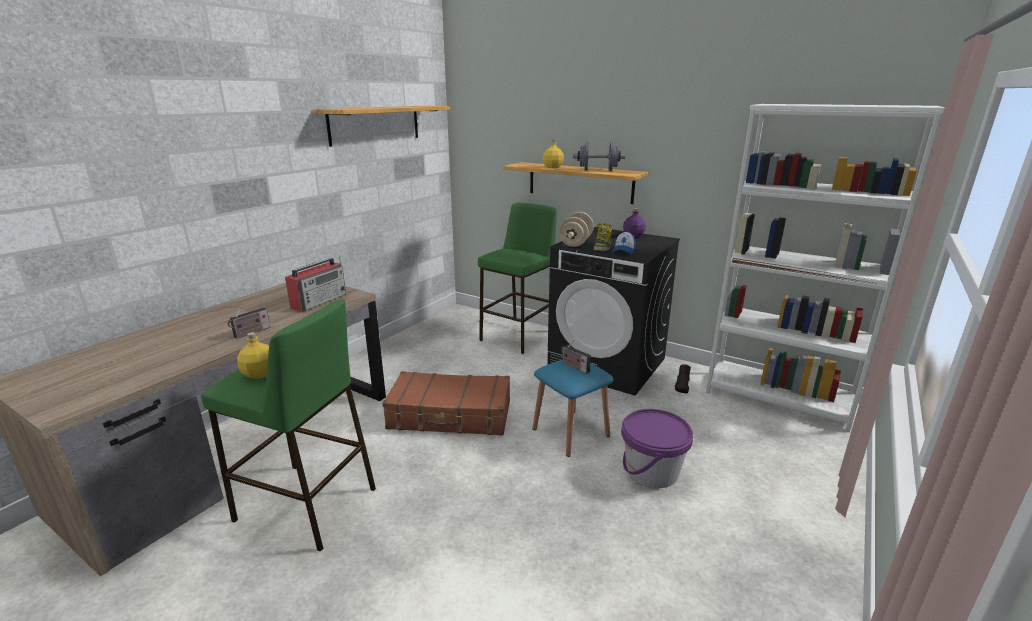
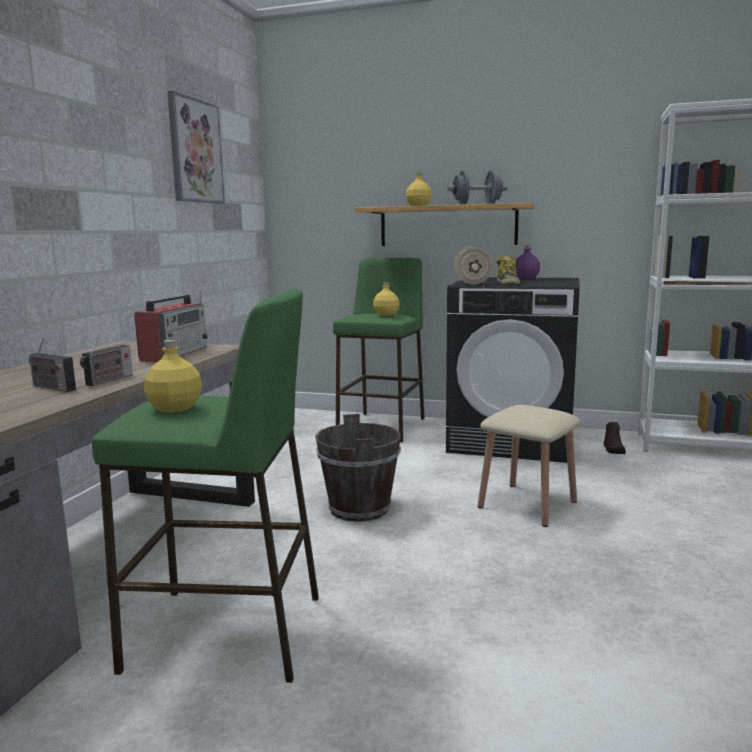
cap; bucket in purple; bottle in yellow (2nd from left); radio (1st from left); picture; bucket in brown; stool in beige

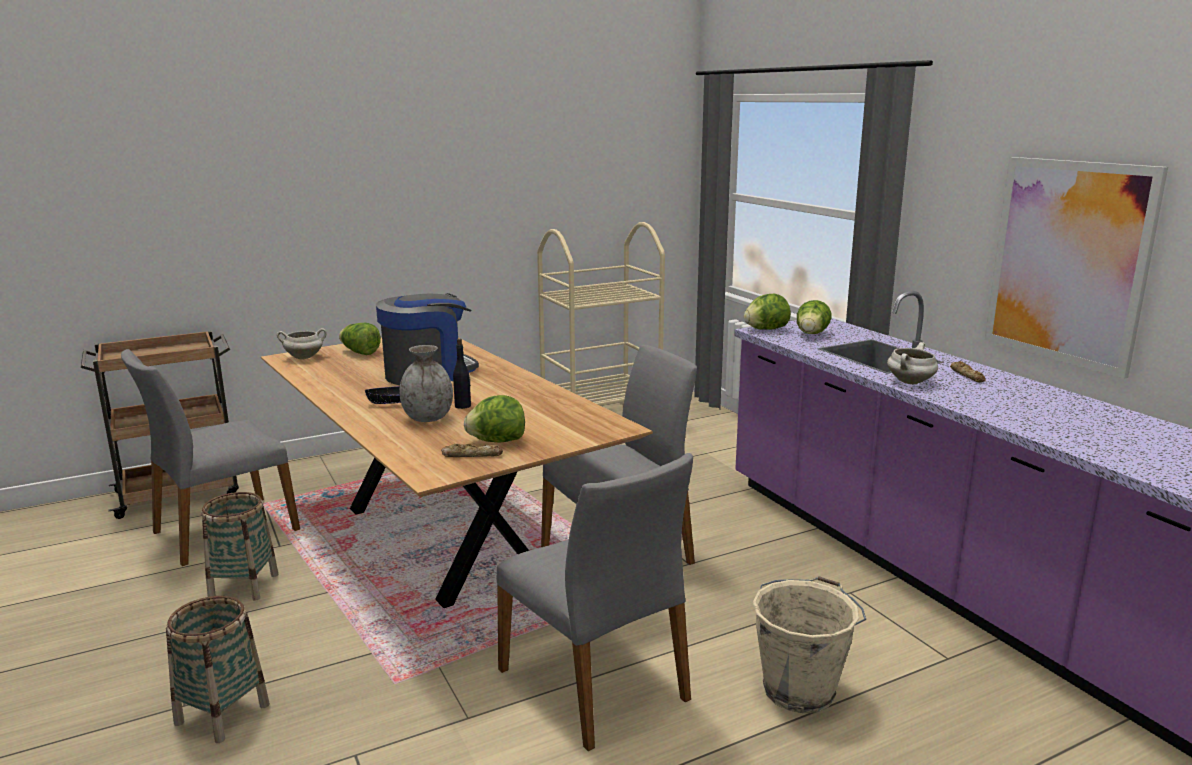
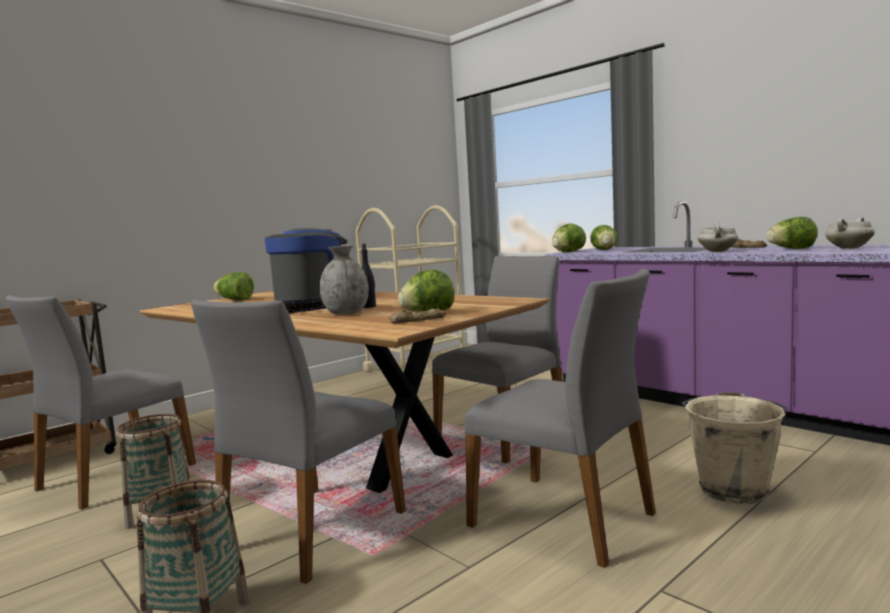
picture; chair in grey (2nd from left); lettuce (5th from left); cooking pot in white (2nd from left)

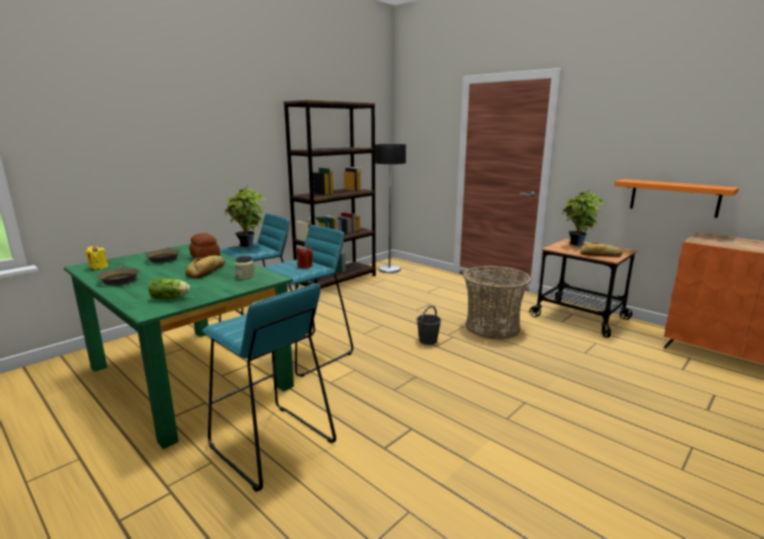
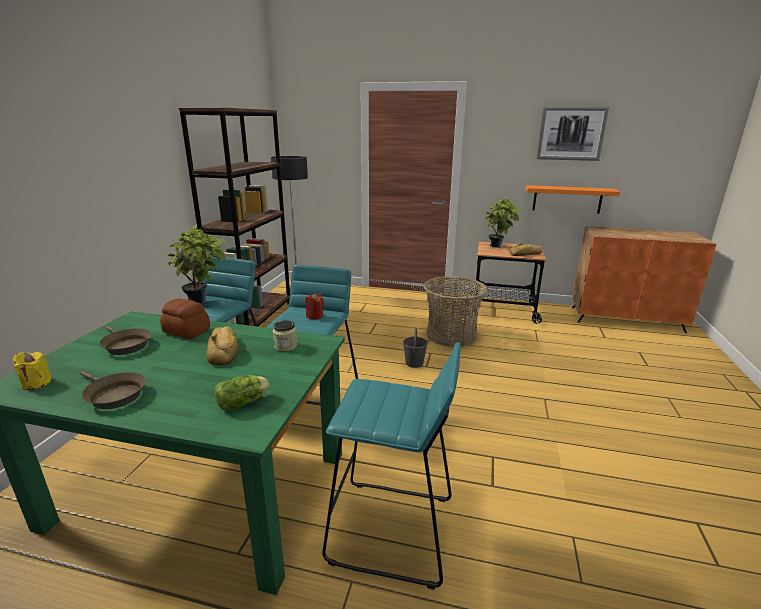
picture

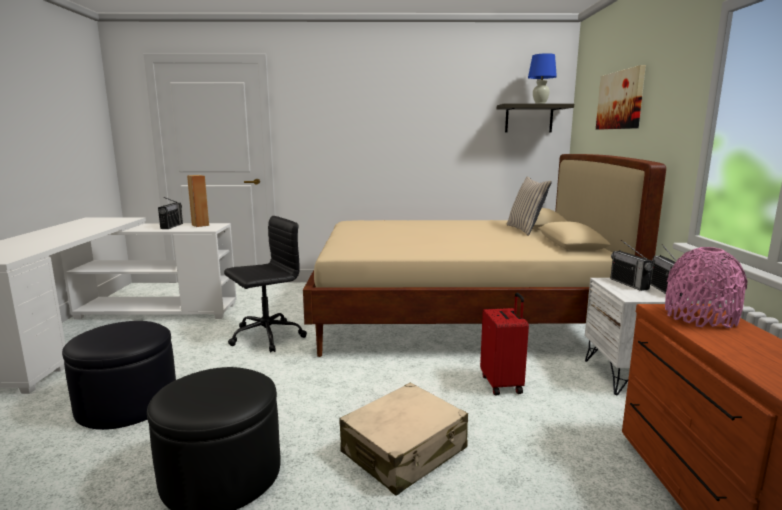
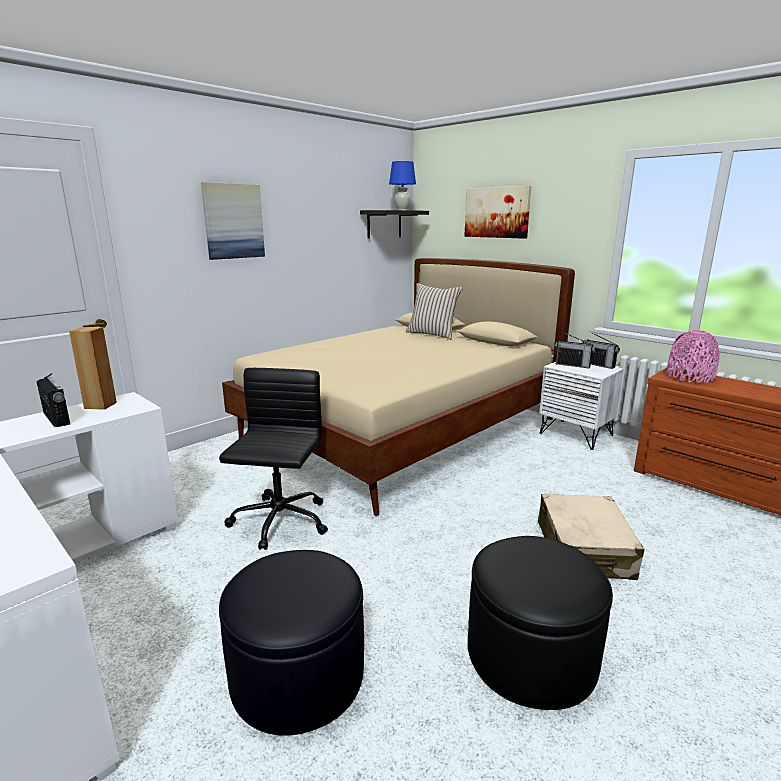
suitcase in red; picture (1st from left)

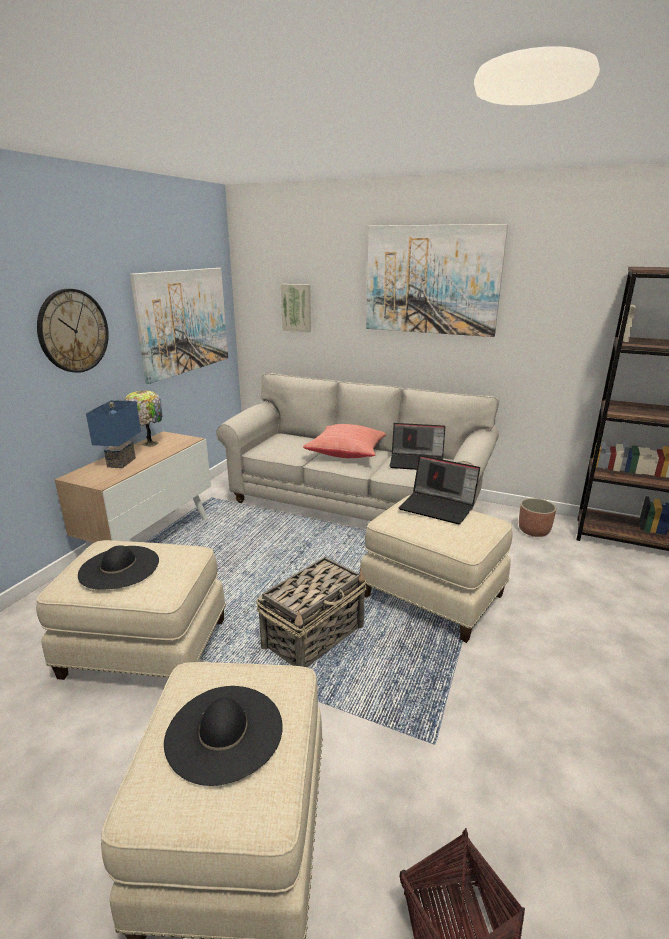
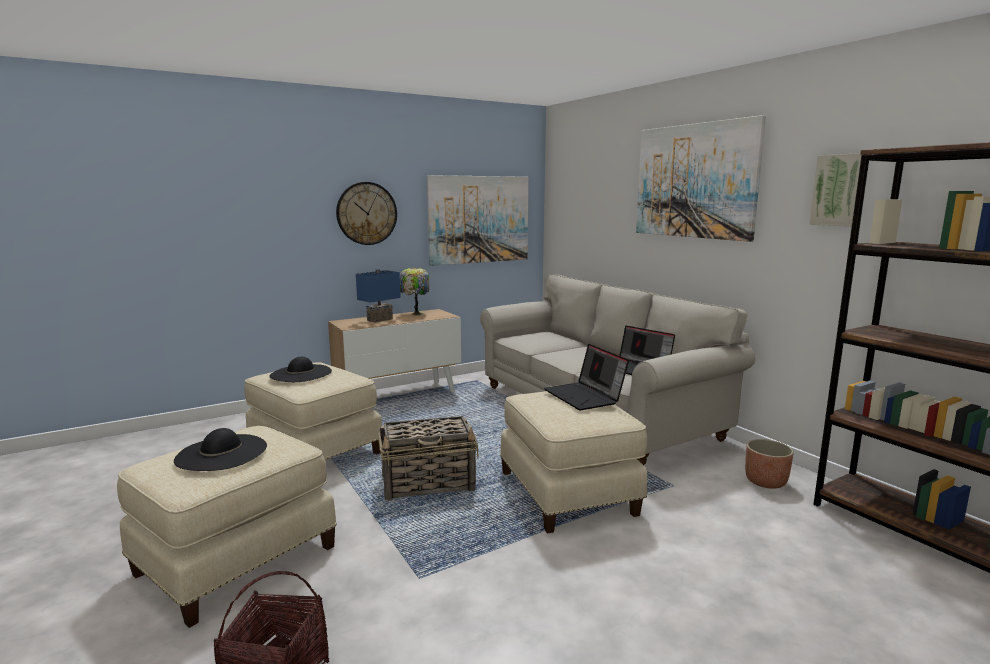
pillow in red; picture (3rd from left)

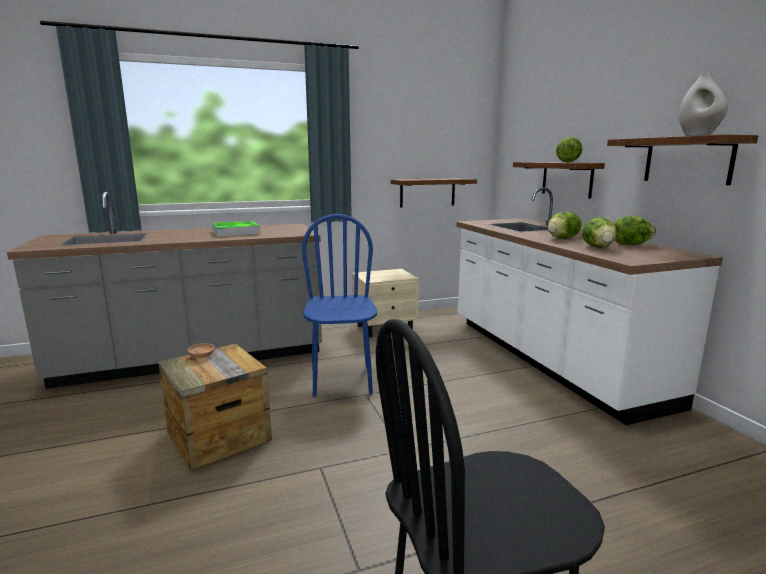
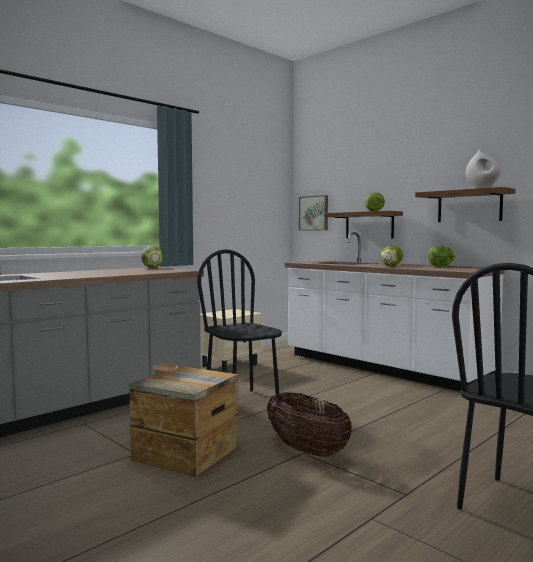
tray; shelf (1st from left in the first image); basket; picture; lettuce (1st from left); chair in black (1st from left)

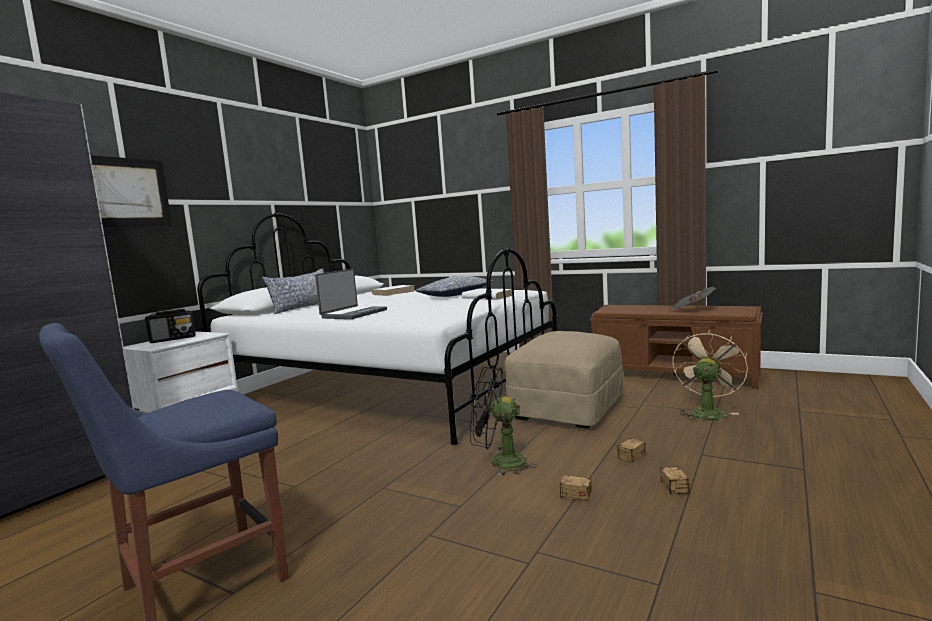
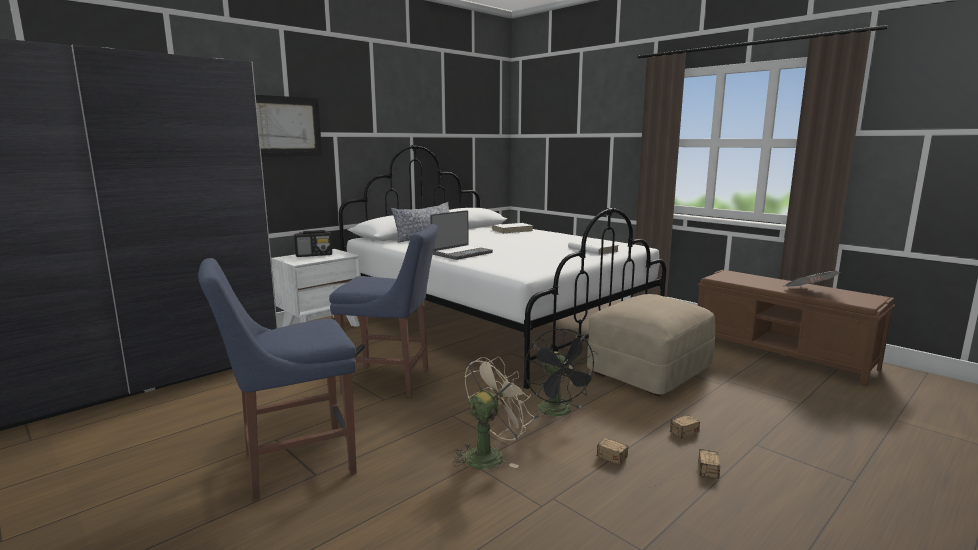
pillow (2nd from left in the first image); chair in blue (2nd from left); fan in beige; fan in black

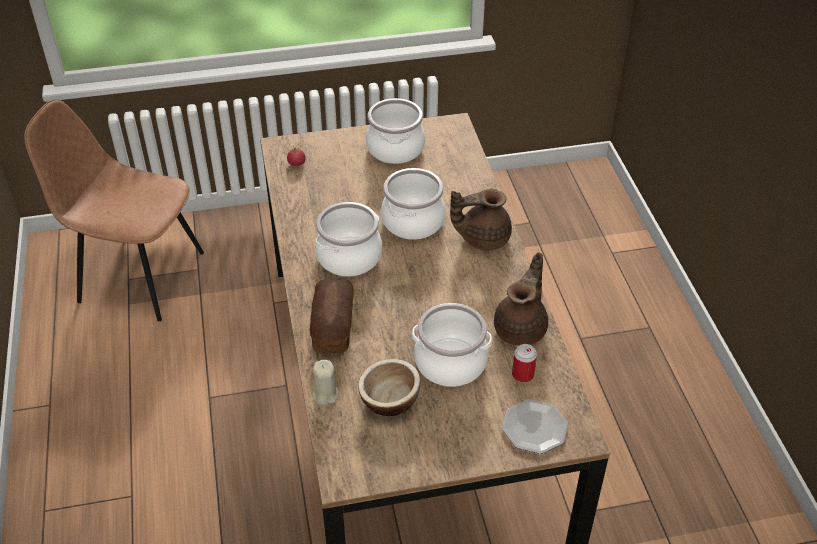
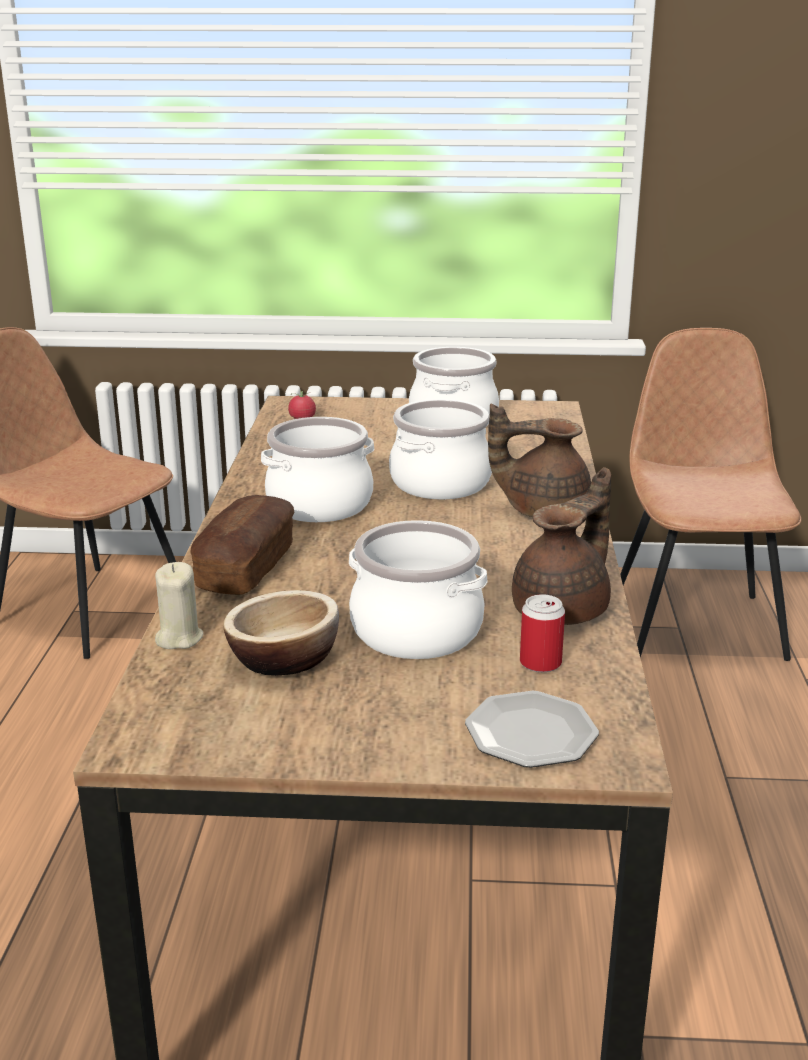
chair in brown (2nd from left)

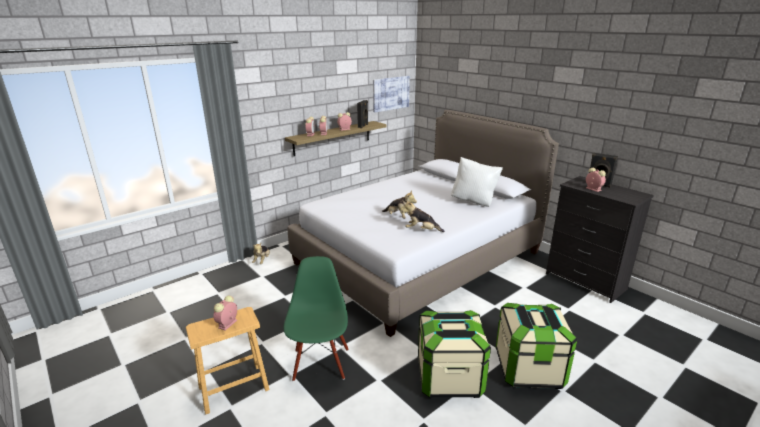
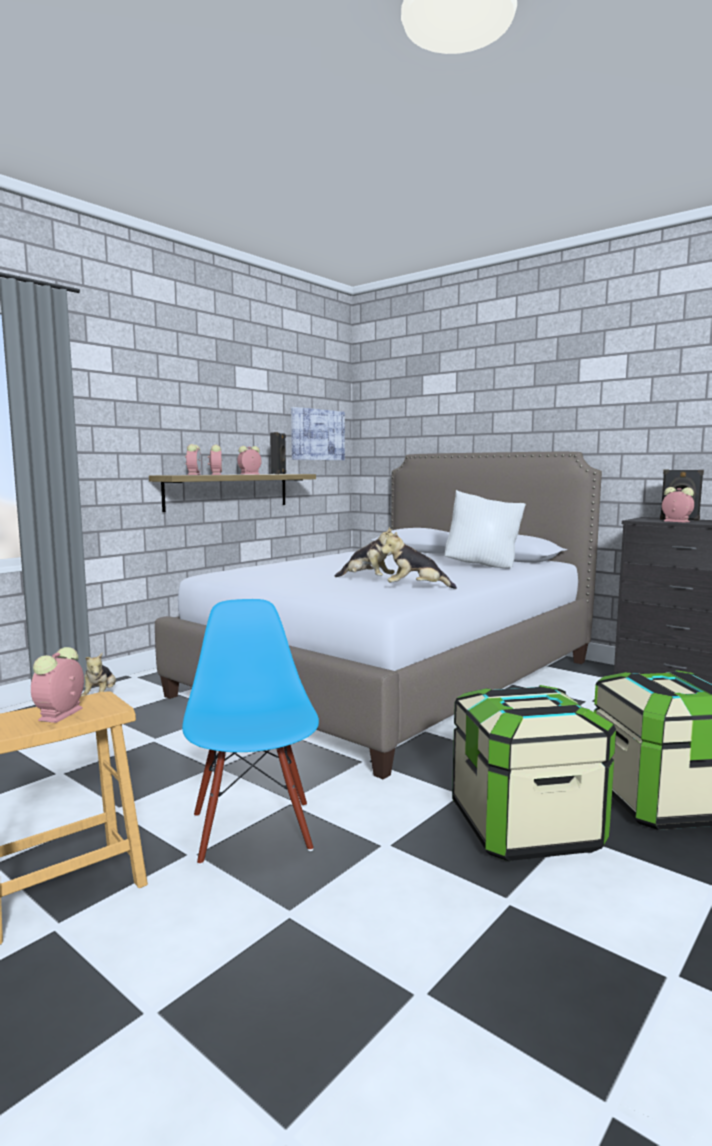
chair in blue

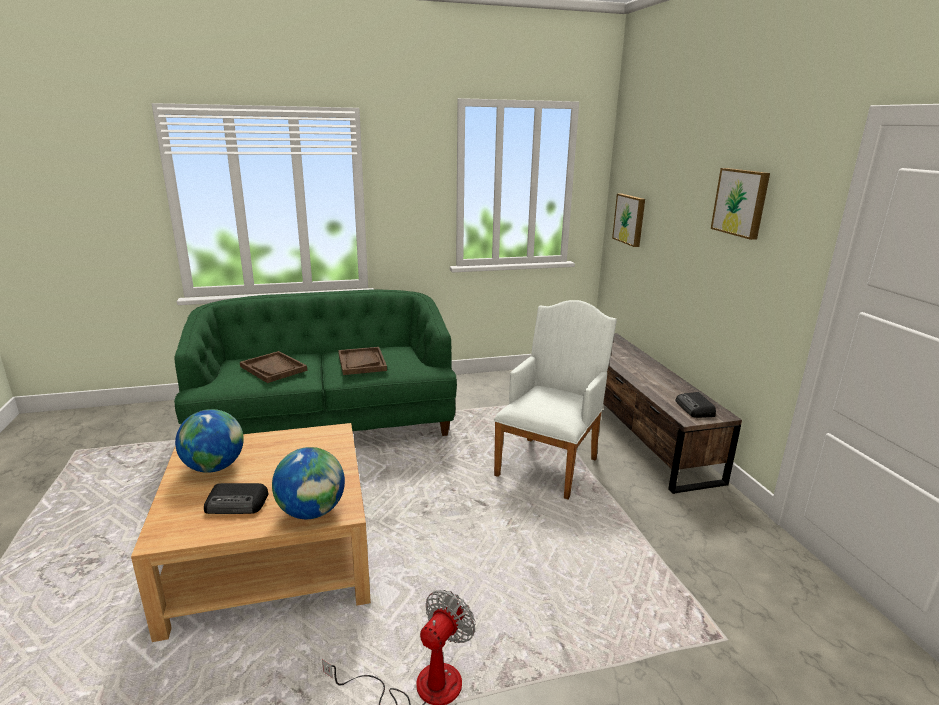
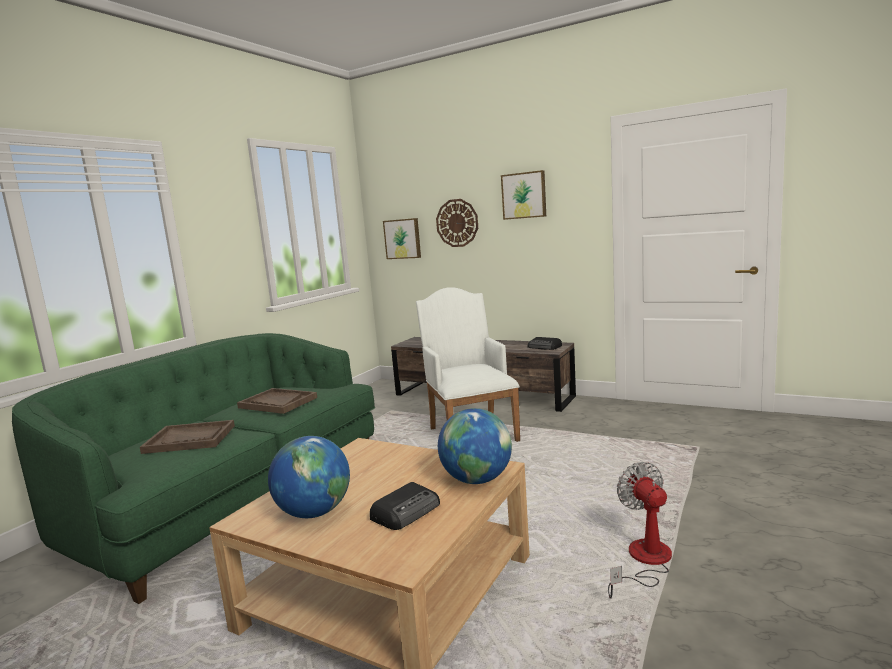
wall clock

